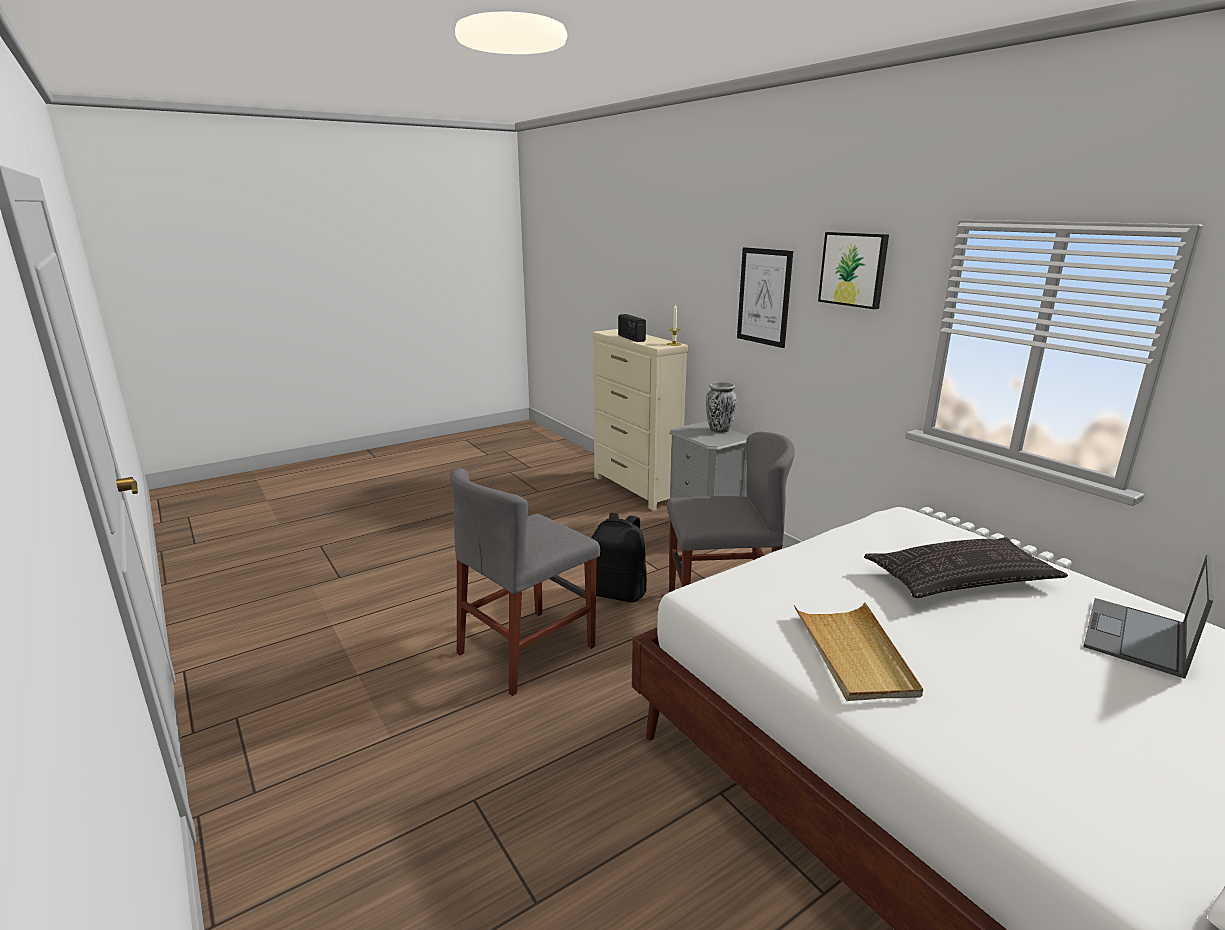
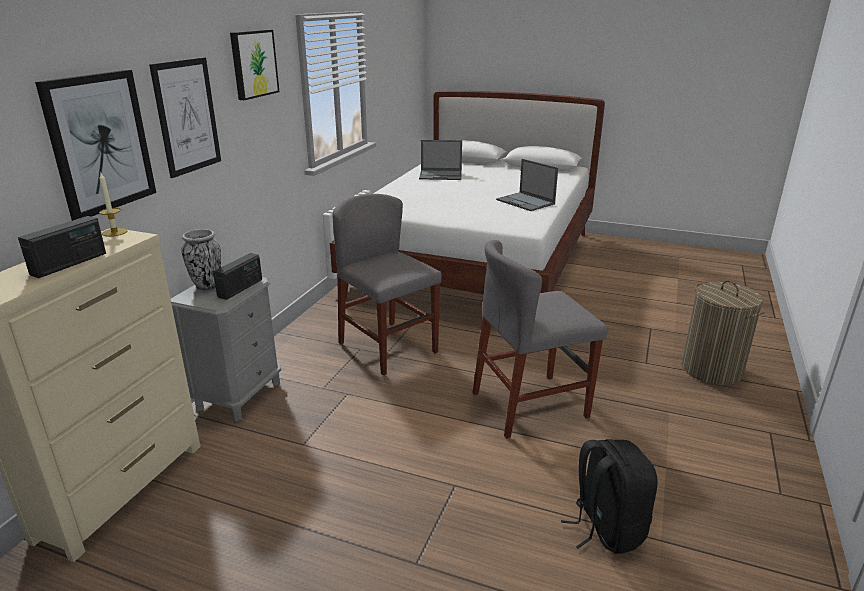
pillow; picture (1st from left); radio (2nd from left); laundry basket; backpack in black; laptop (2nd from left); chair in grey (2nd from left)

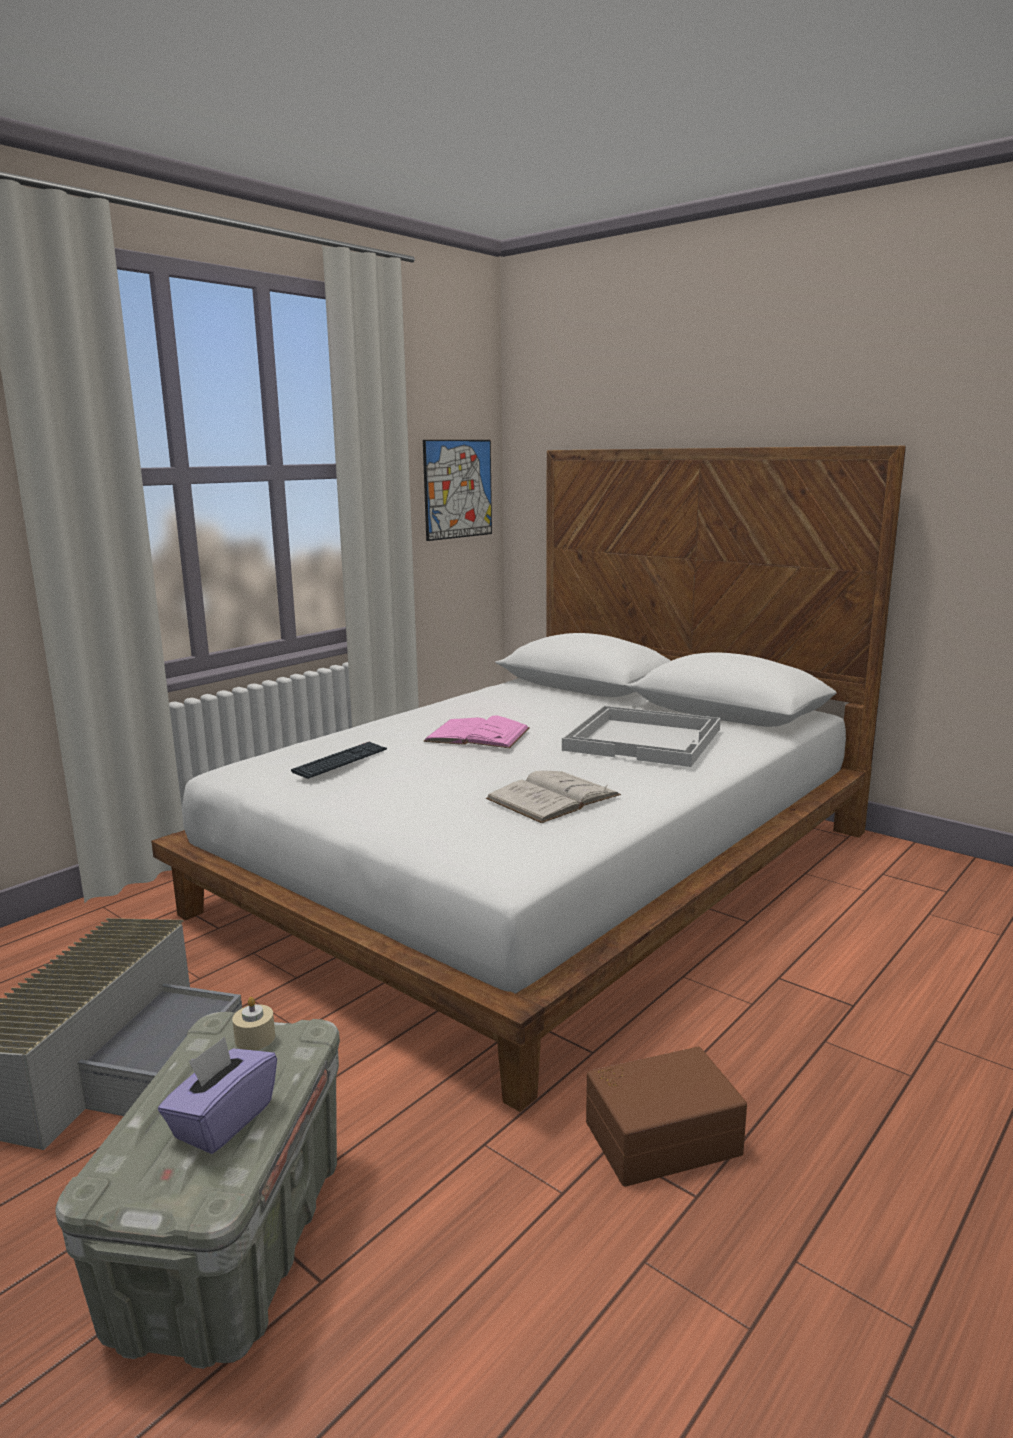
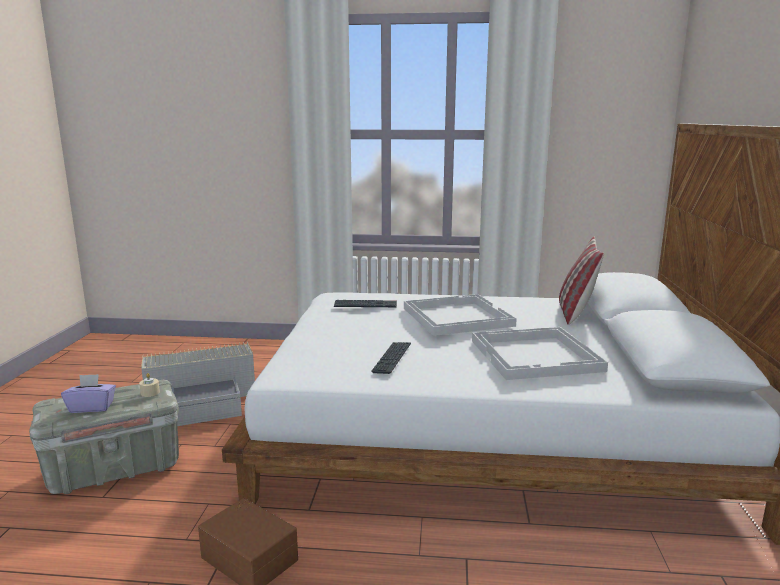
picture; pillow; tray in white (1st from left); keyboard (2nd from left)

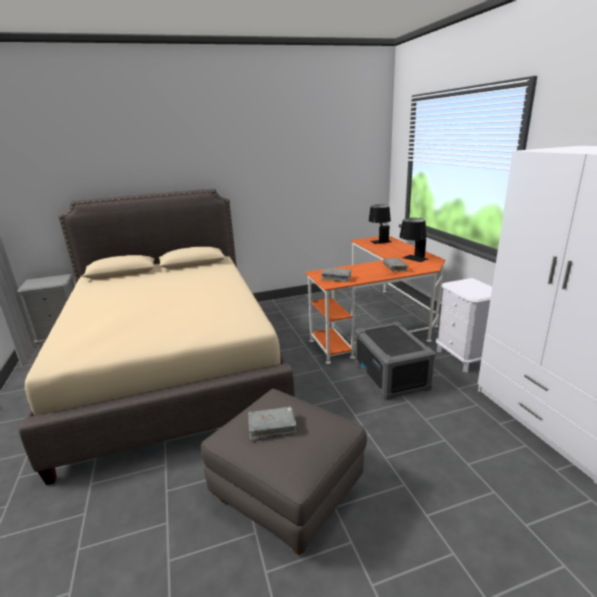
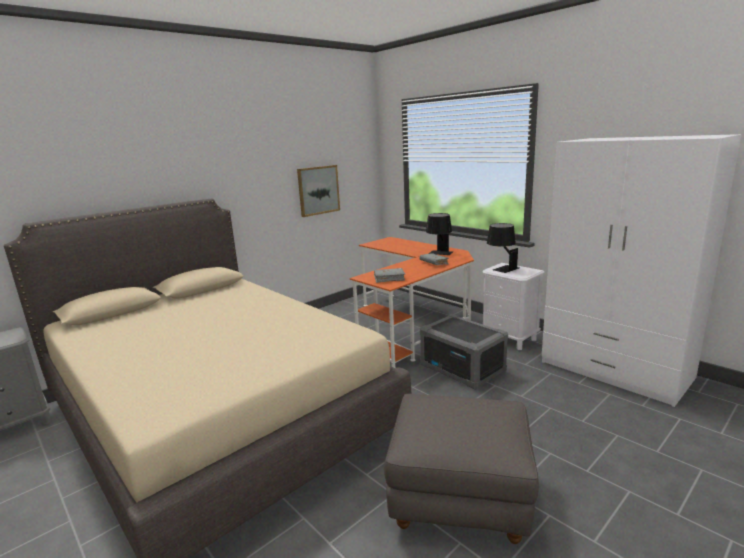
book in grey (1st from left in the first image); picture; table lamp in black (2nd from left)

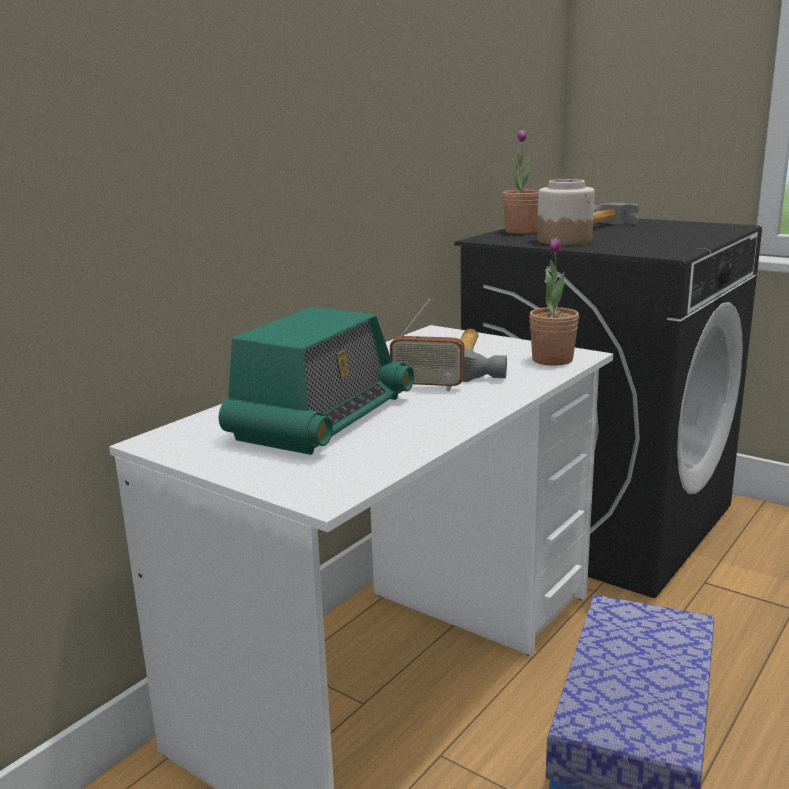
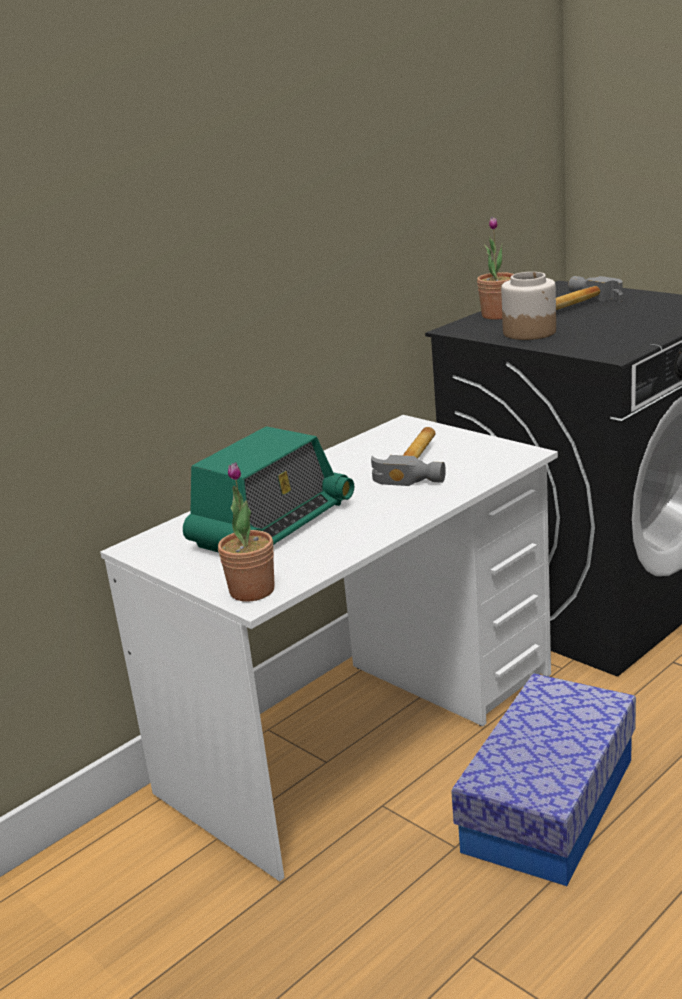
radio (2nd from left in the first image); potted plant (1st from left)

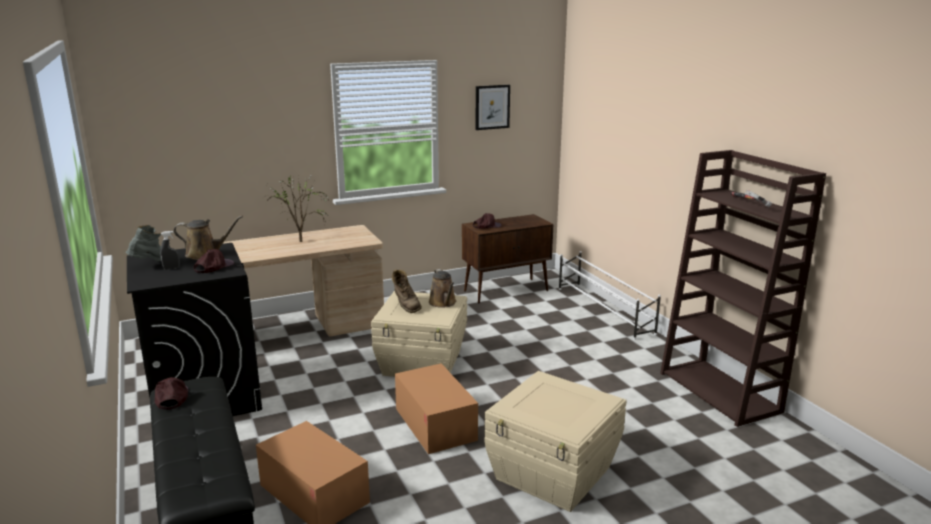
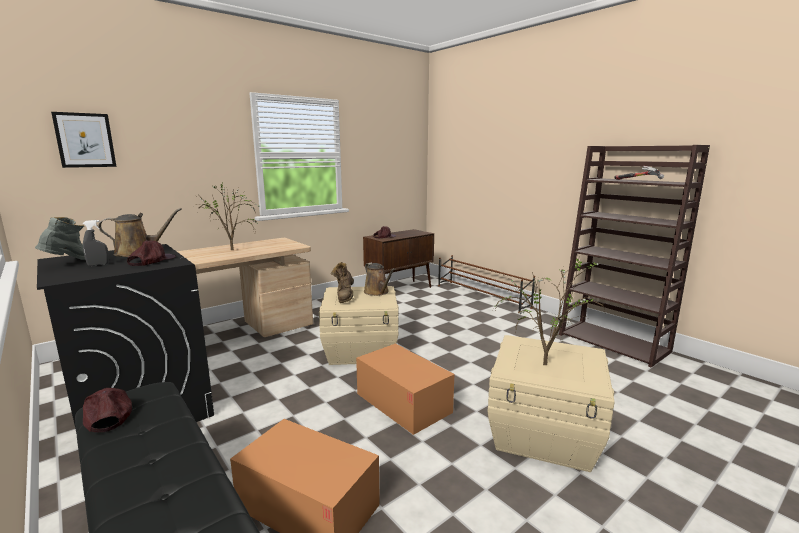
potted plant (2nd from left); picture; shoe rack in brown; boot in brown

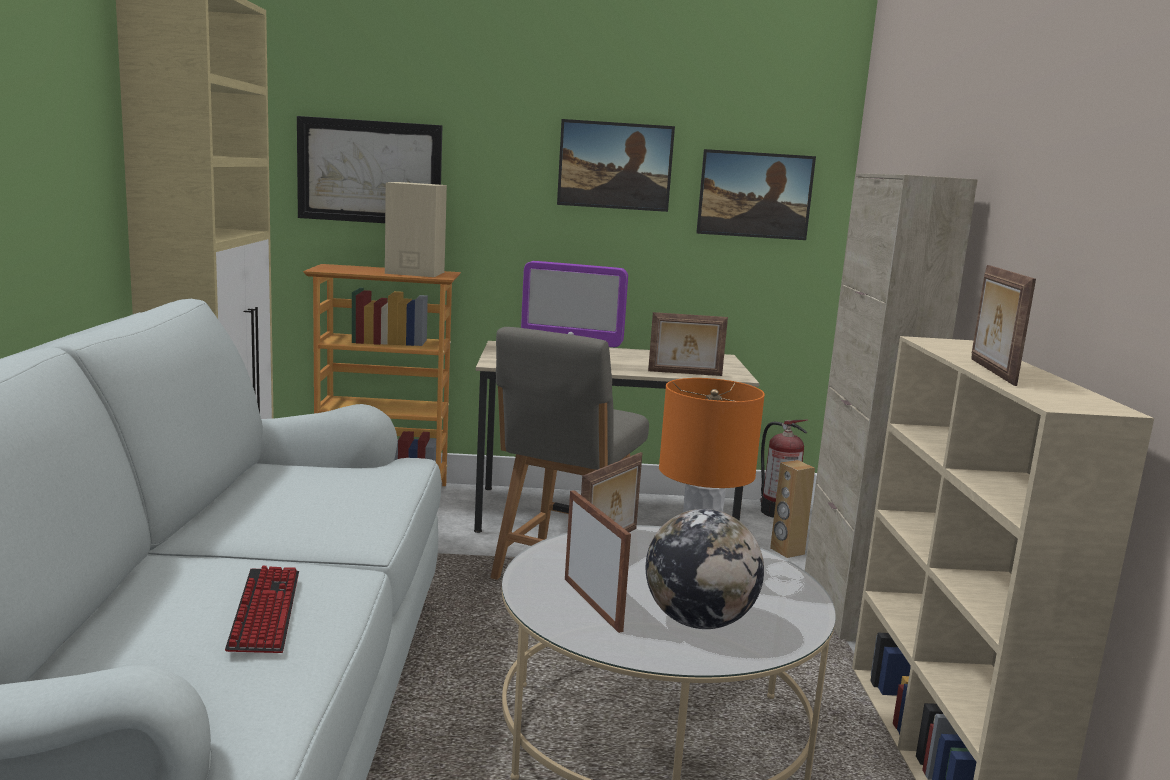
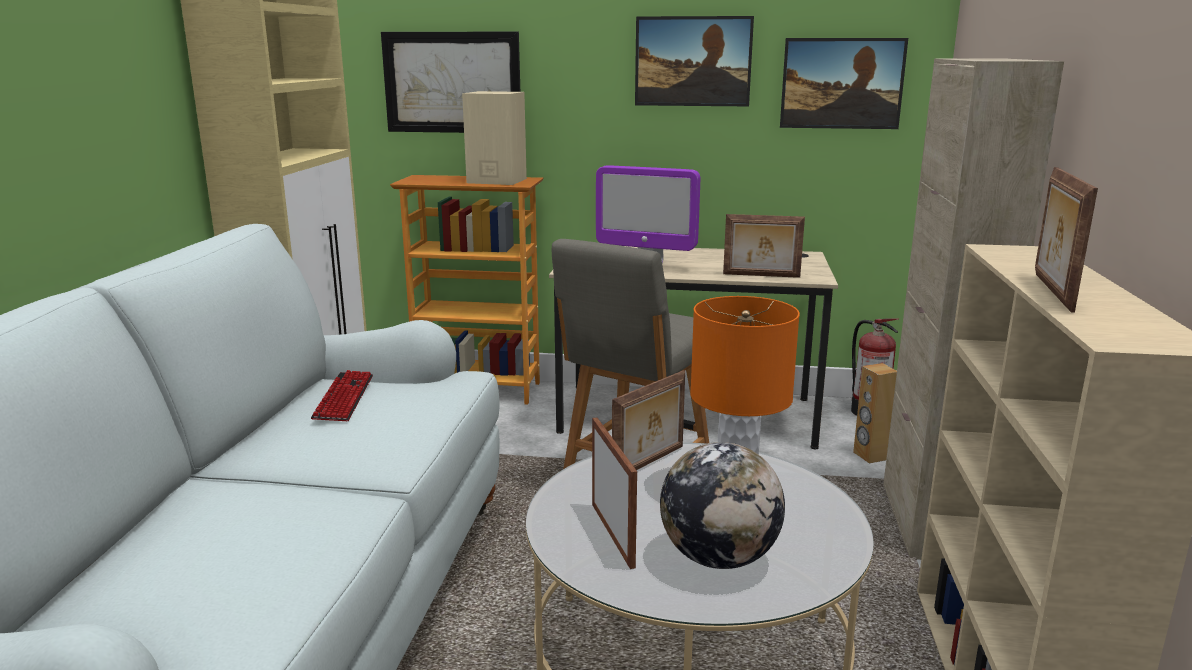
keyboard

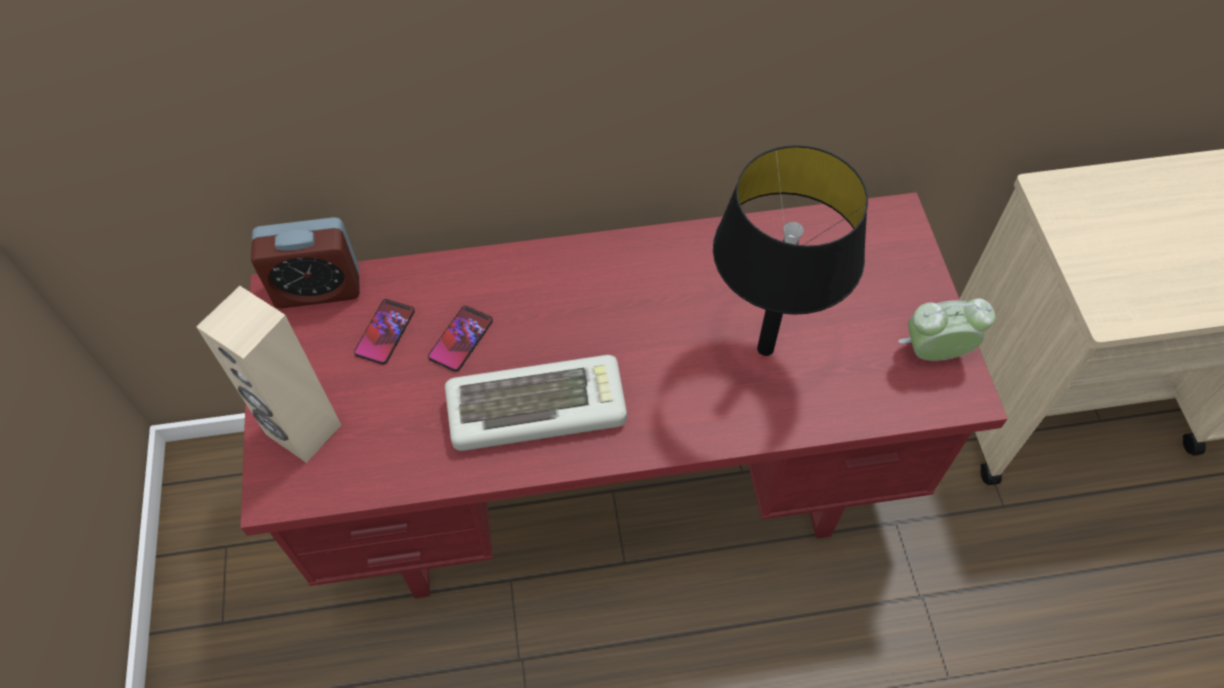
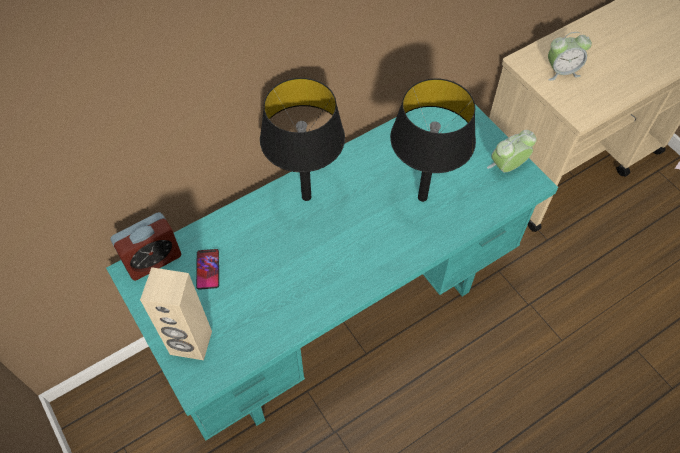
phone (2nd from left in the first image); keyboard; table lamp in black (1st from left); alarm clock (3rd from left); desk in turquoise

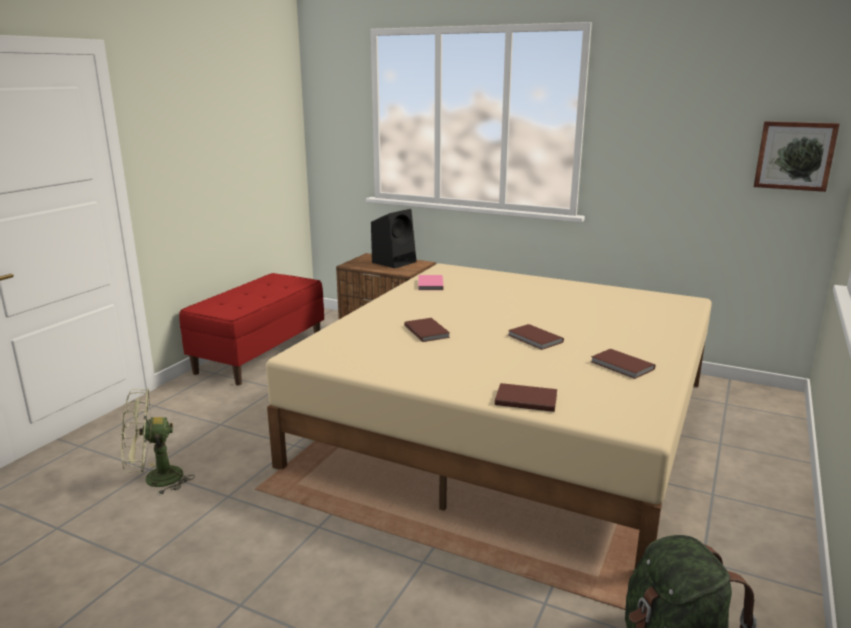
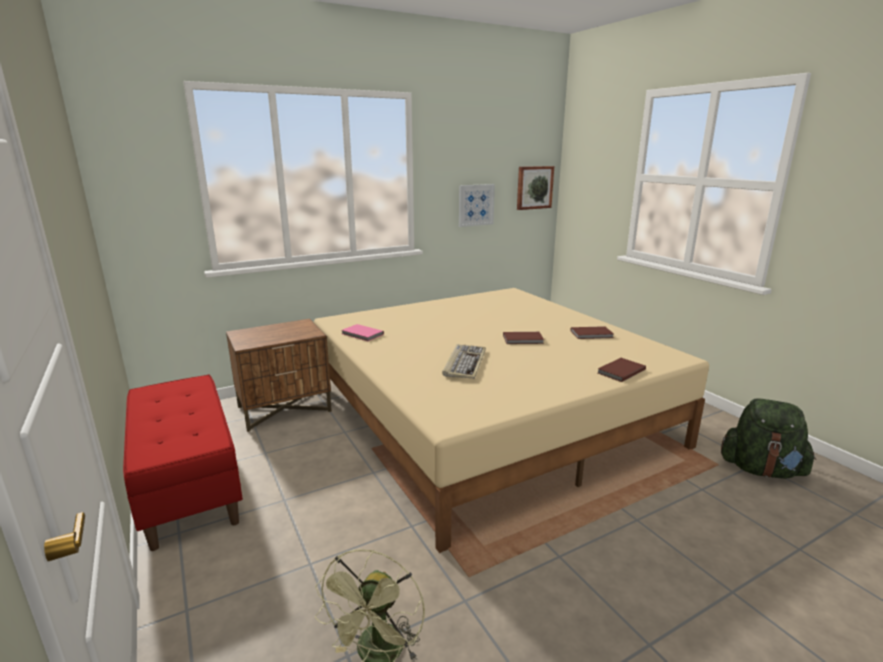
speaker in black; picture (1st from left); keyboard

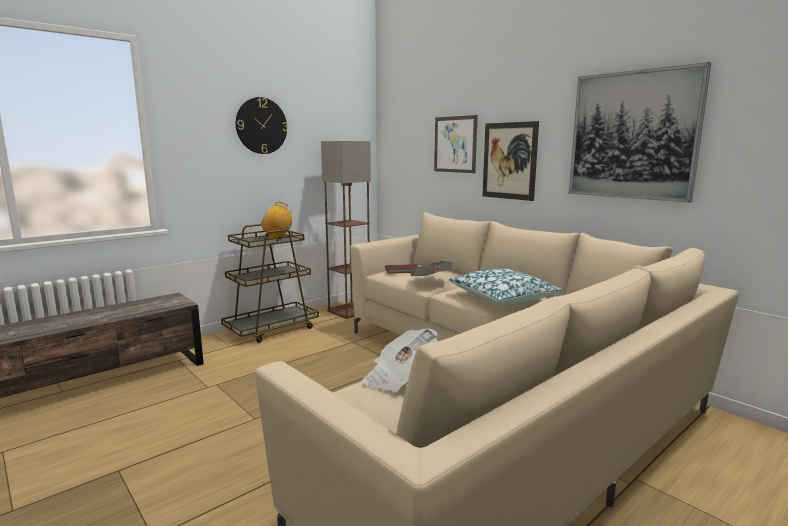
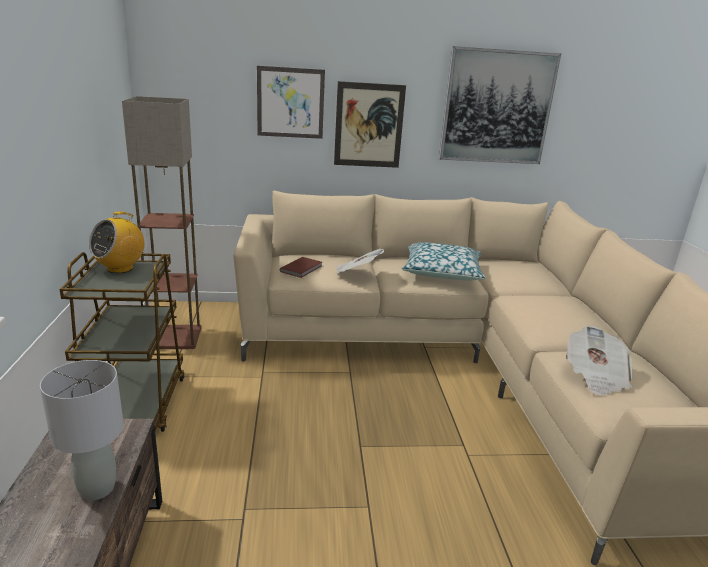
wall clock; table lamp in grey

